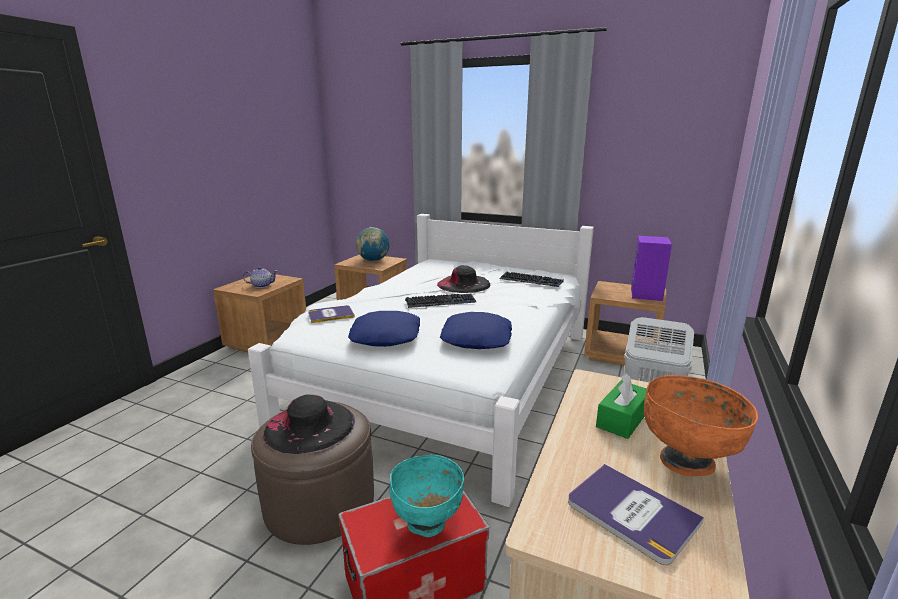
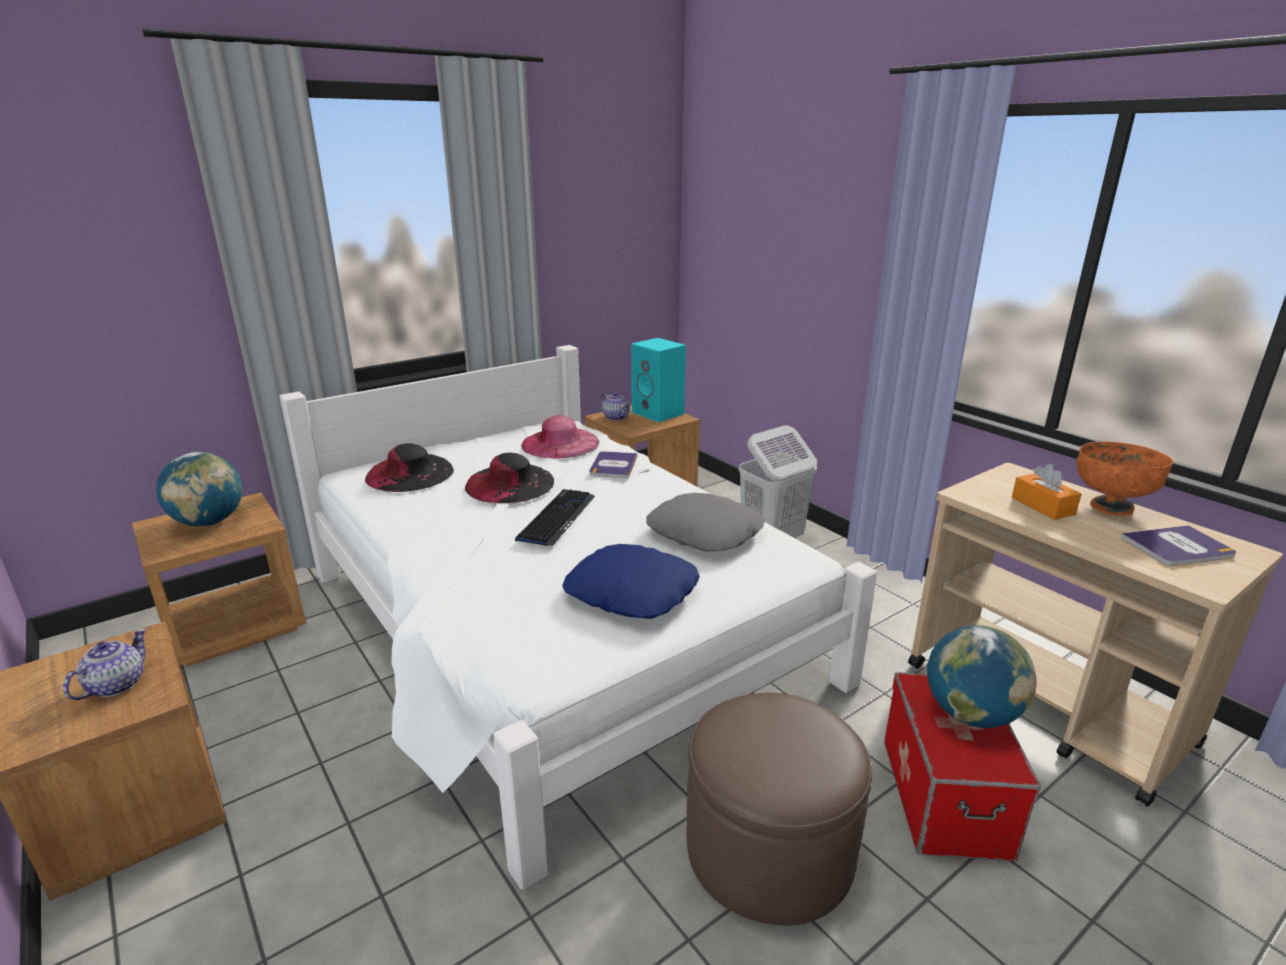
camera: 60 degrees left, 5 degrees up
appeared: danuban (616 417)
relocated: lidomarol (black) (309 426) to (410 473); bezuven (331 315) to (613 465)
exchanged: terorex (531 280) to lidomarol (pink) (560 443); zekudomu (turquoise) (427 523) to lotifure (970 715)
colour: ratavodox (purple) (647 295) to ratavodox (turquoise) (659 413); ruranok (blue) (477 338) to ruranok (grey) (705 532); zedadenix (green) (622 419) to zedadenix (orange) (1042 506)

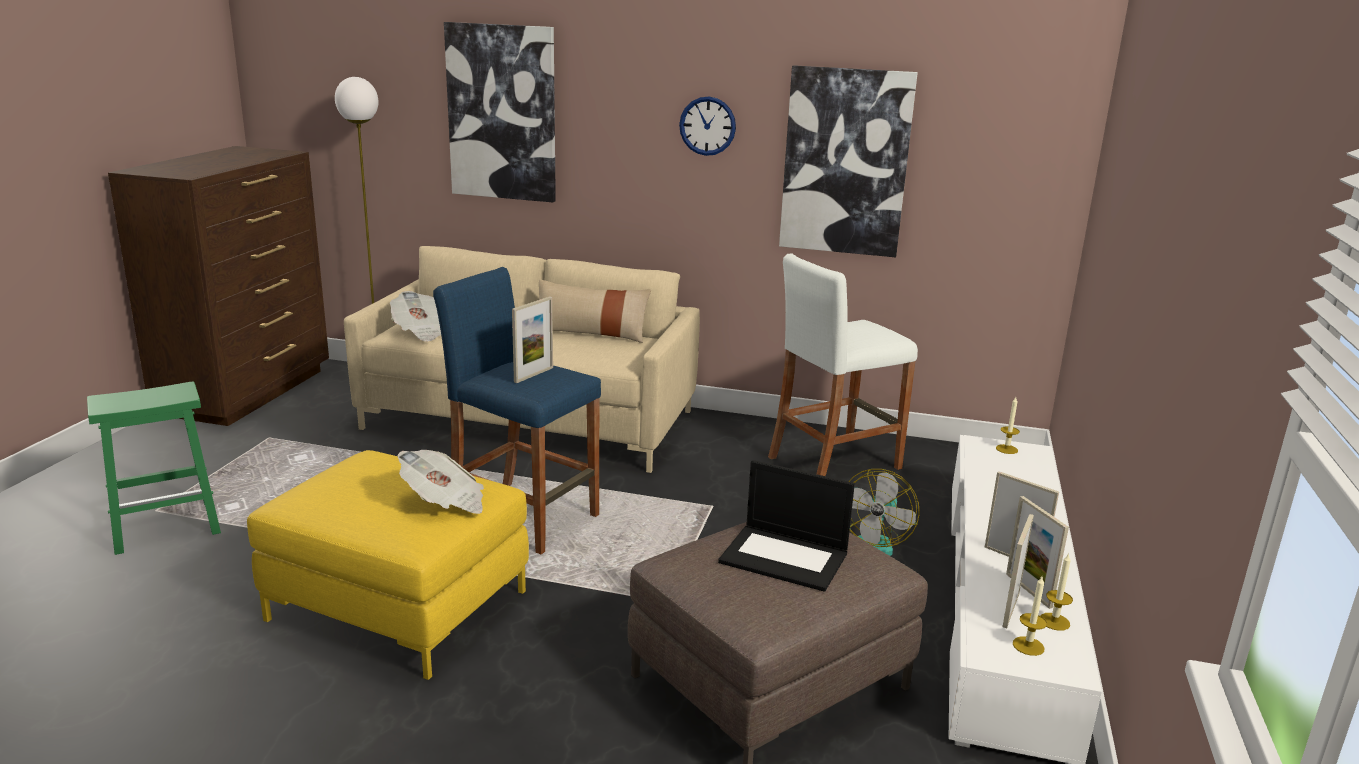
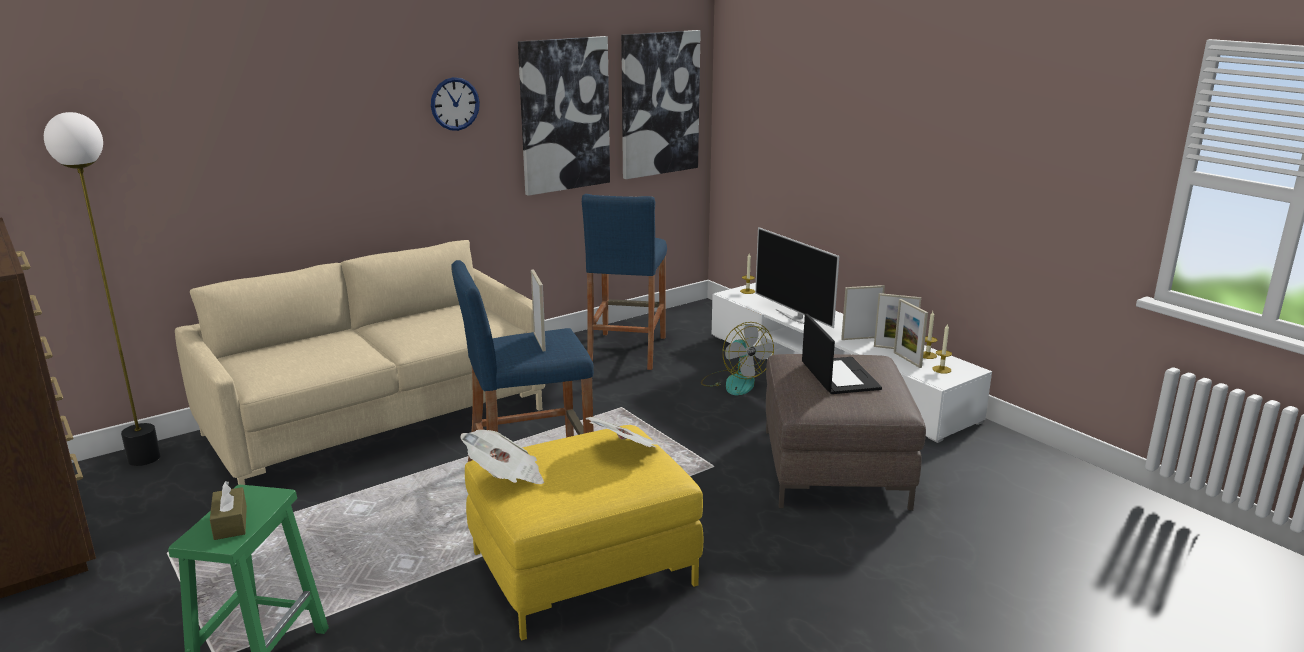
camera: 50 degrees left, 0 degrees up
missing: ruranok (beige) (590 333)
appeared: zedadenix (brown) (230 523); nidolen (796 318)
relocated: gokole (421 332) to (505 476); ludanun (502 113) to (659 104)
colour: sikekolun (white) (834 462) to sikekolun (blue) (626 351)
spun: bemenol (785 557) = (838 376) 75 degrees counterclockwise

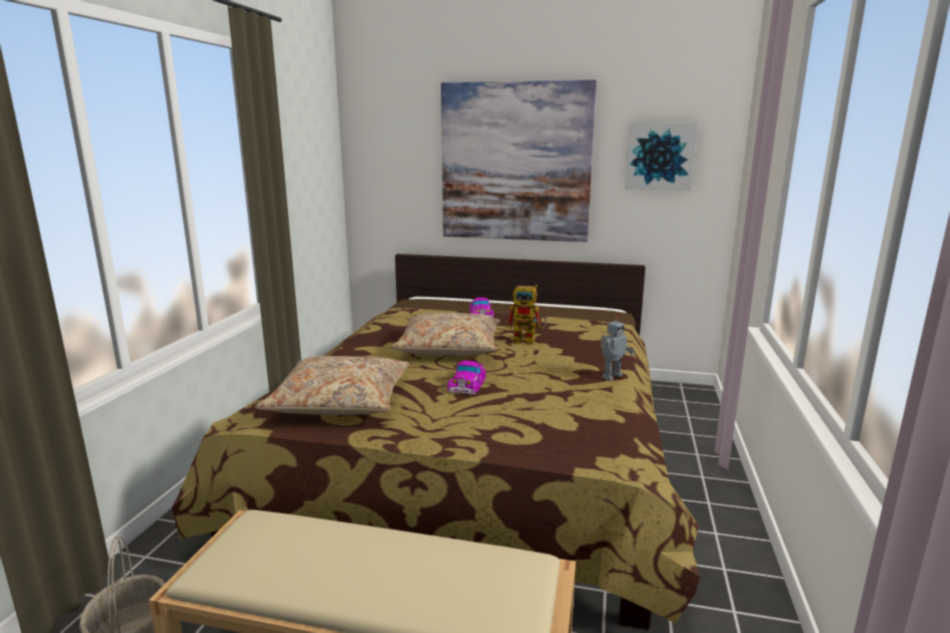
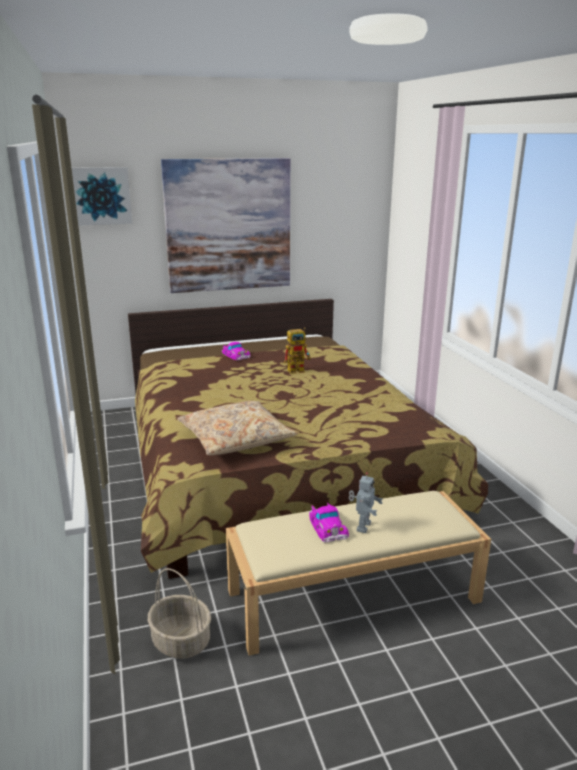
camera: 30 degrees left, 5 degrees up
missing: ruranok (beige) (449 348)
relocated: ludanun (660 156) to (101 196); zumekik (467 383) to (327 526); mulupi (611 376) to (362 526)

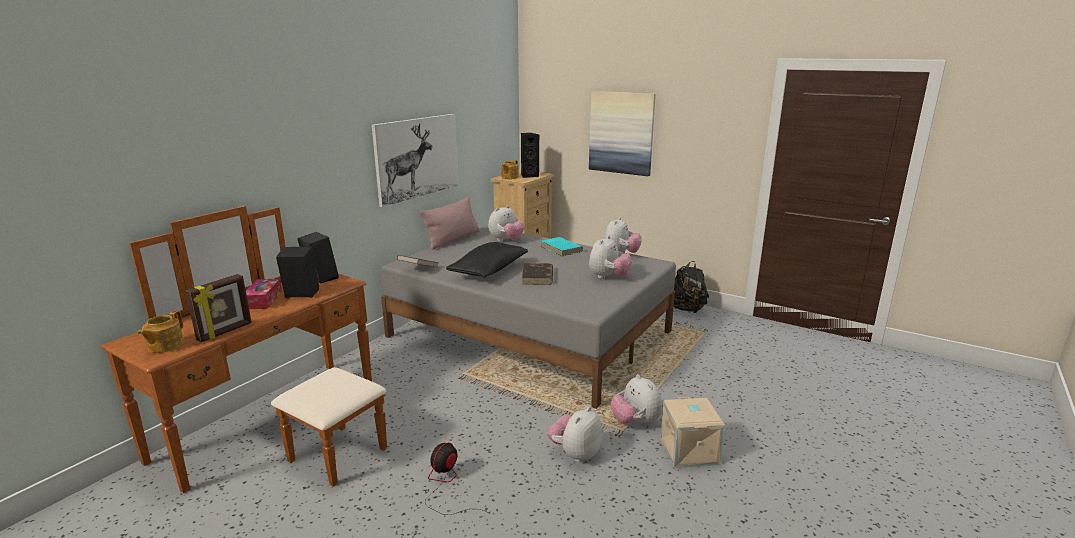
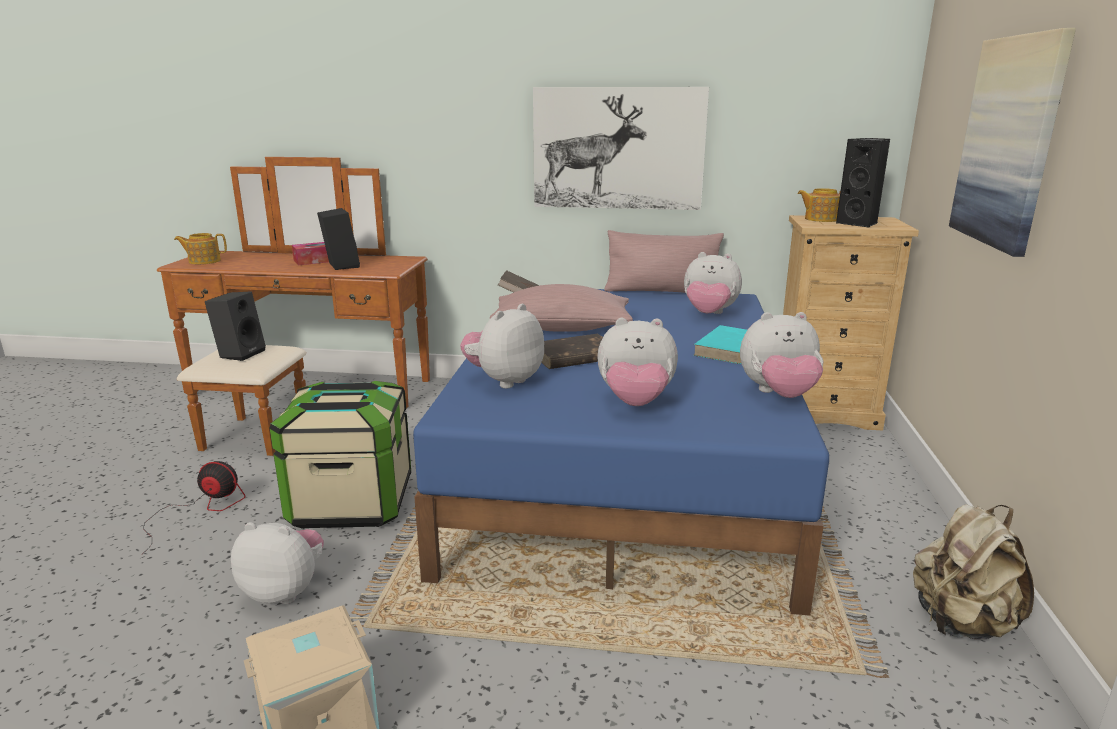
camera: 65 degrees right, 0 degrees up
missing: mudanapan (225 332)
appeared: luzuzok (351 503)
relocated: ratavodox (black) (320 278) to (240 353); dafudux (635 422) to (504 381)
colour: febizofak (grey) (530 333) to febizofak (blue) (624 467); ruranok (black) (489 271) to ruranok (pink) (562 328); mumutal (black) (687 310) to mumutal (beige) (960 623)

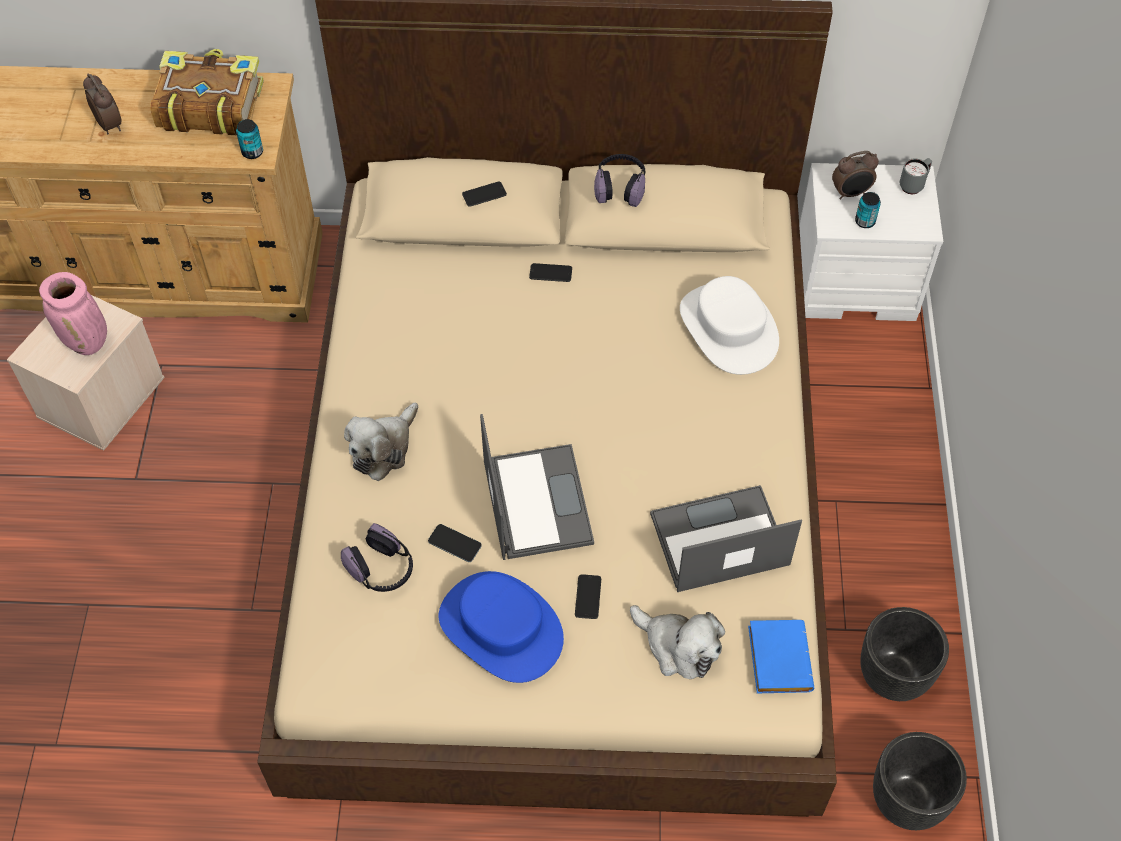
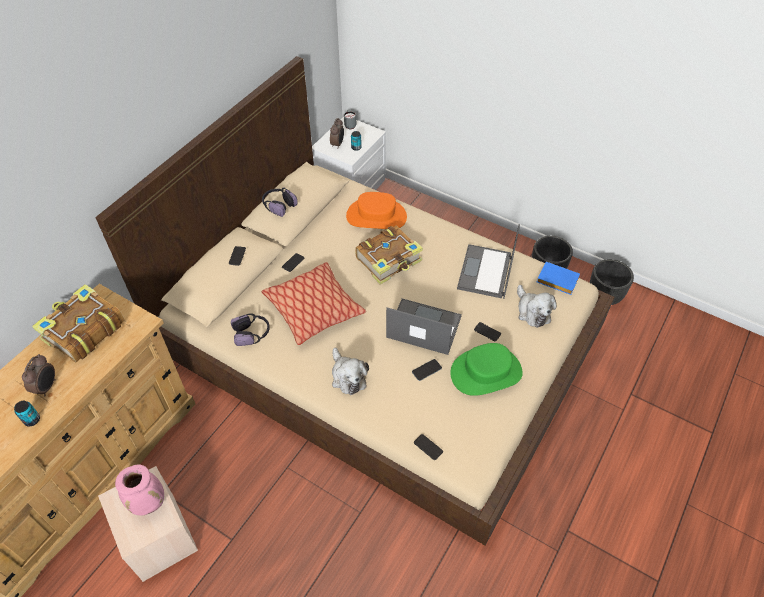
camera: 60 degrees left, 5 degrees down
appeared: ruranok (314 309); bezuven (389 260); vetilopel (428 447)
relocated: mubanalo (252 152) to (32 420); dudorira (381 569) to (252 334)
colour: lidomarol (white) (729 328) to lidomarol (orange) (376 216); lidomarol (blue) (501 628) to lidomarol (green) (486 372)
spun: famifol (110 124) = (47 387) 105 degrees clockwise; dafudux (678 647) = (532 311) 90 degrees clockwise

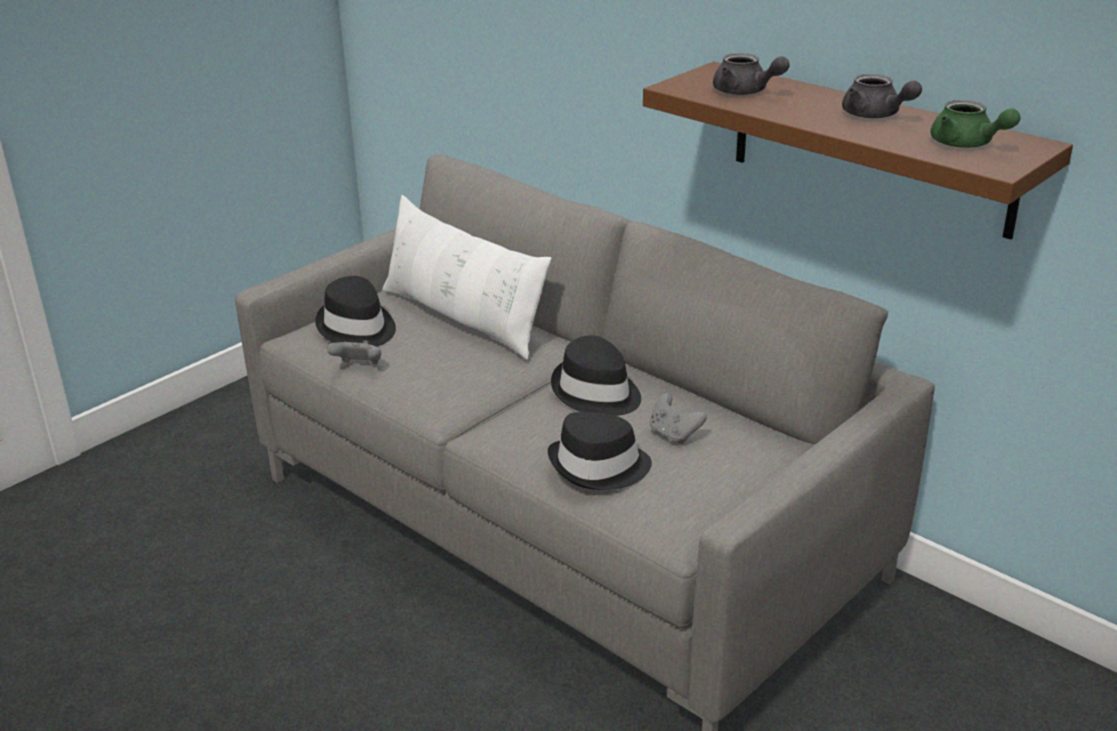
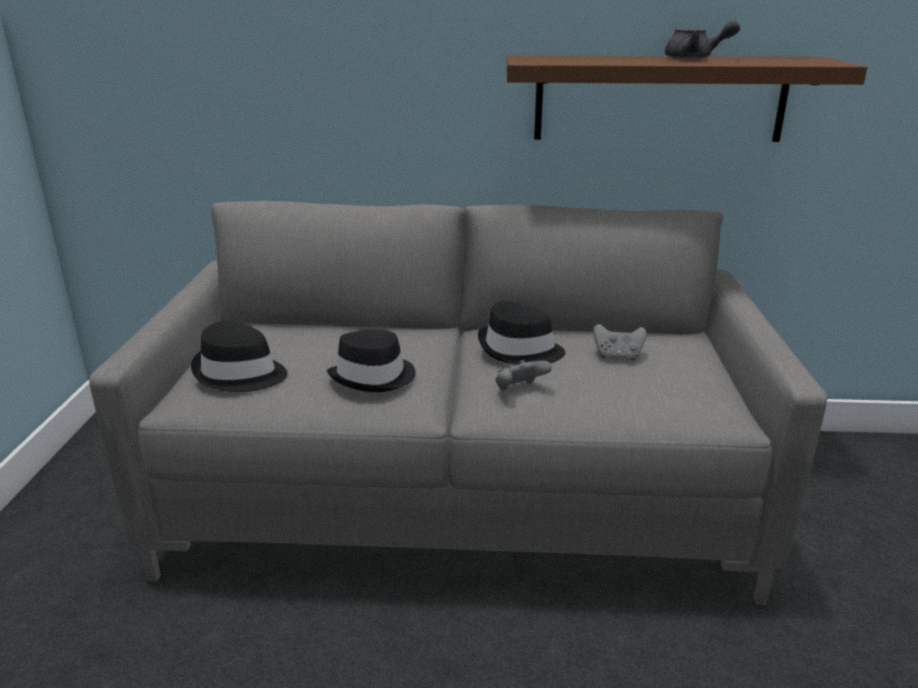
camera: 40 degrees left, 5 degrees down
missing: ruranok (white) (463 318); danuban (grey) (745 92); danuban (green) (967 144)
relocated: lidomarol (black) (599 467) to (374 377); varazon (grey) (358 367) to (519 390)

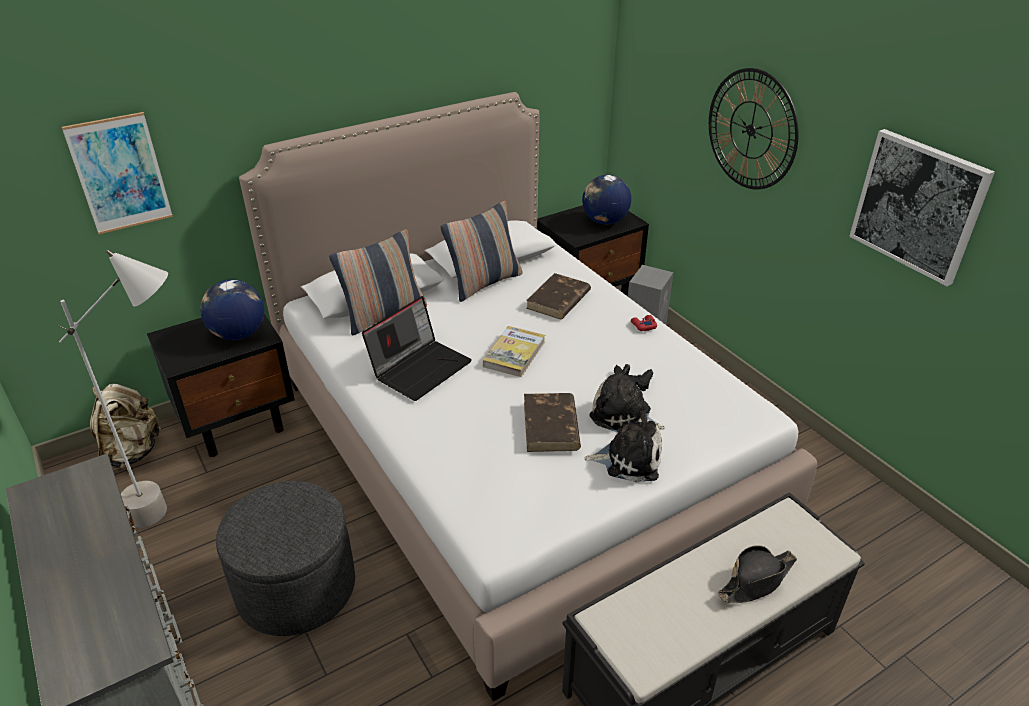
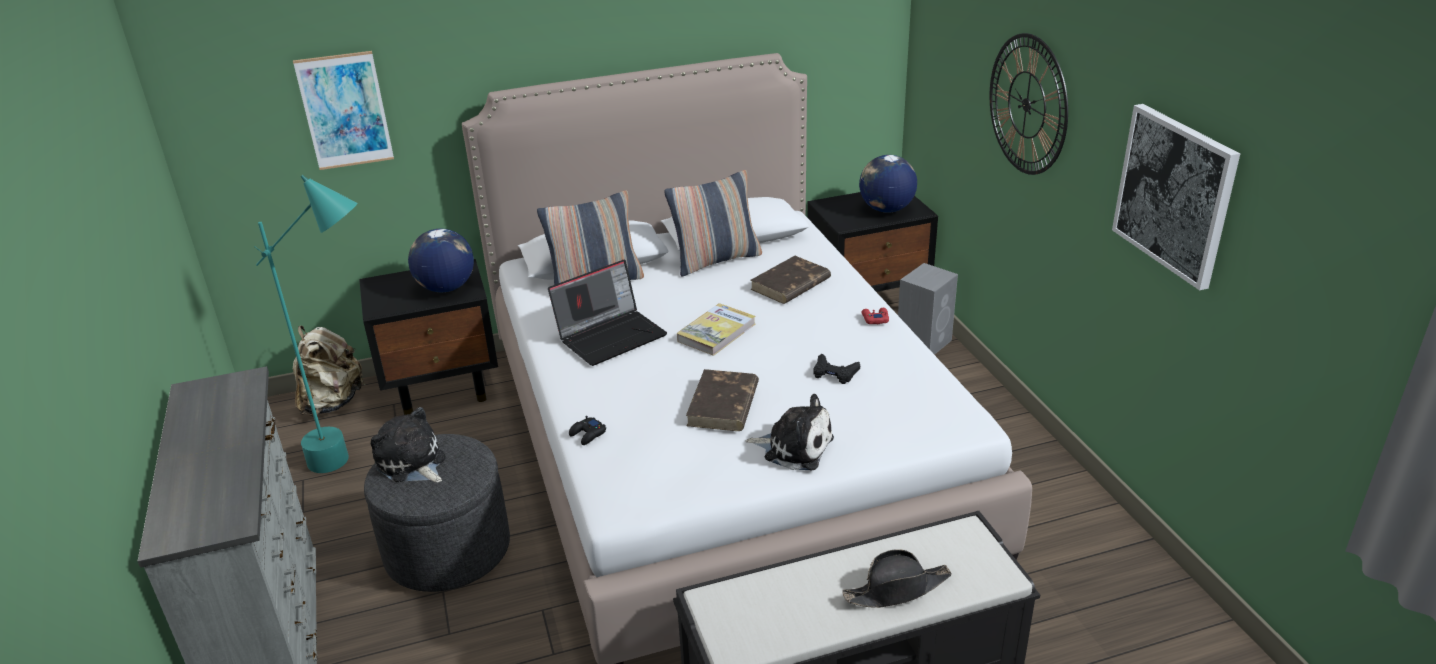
camera: 15 degrees right, 5 degrees down
appeared: varazon (black) (588 434)
relocated: dafudux (623 416) to (412 463)
colour: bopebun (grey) (180 509) to bopebun (turquoise) (360 461)

